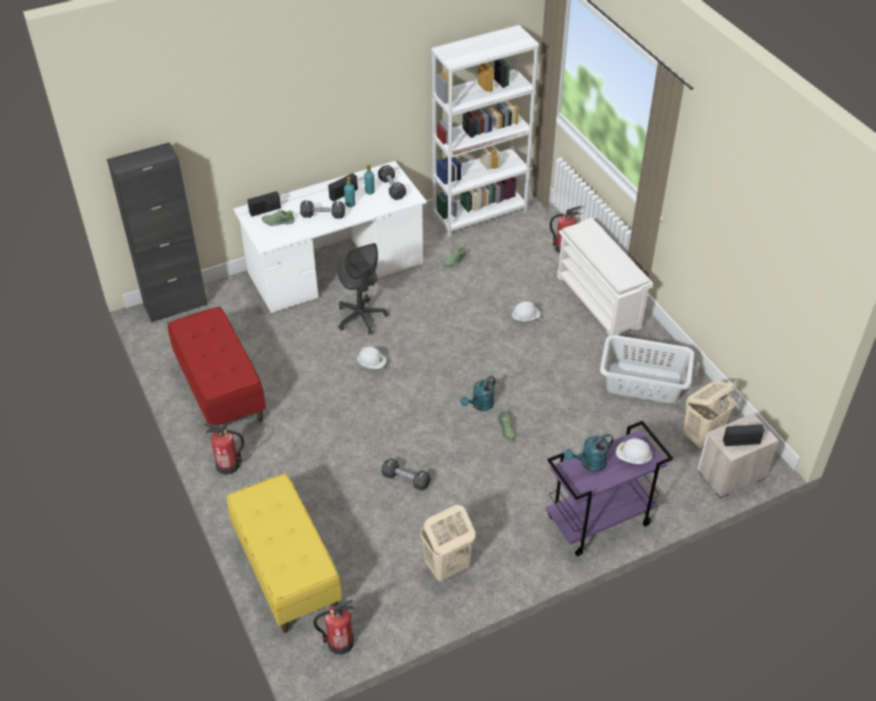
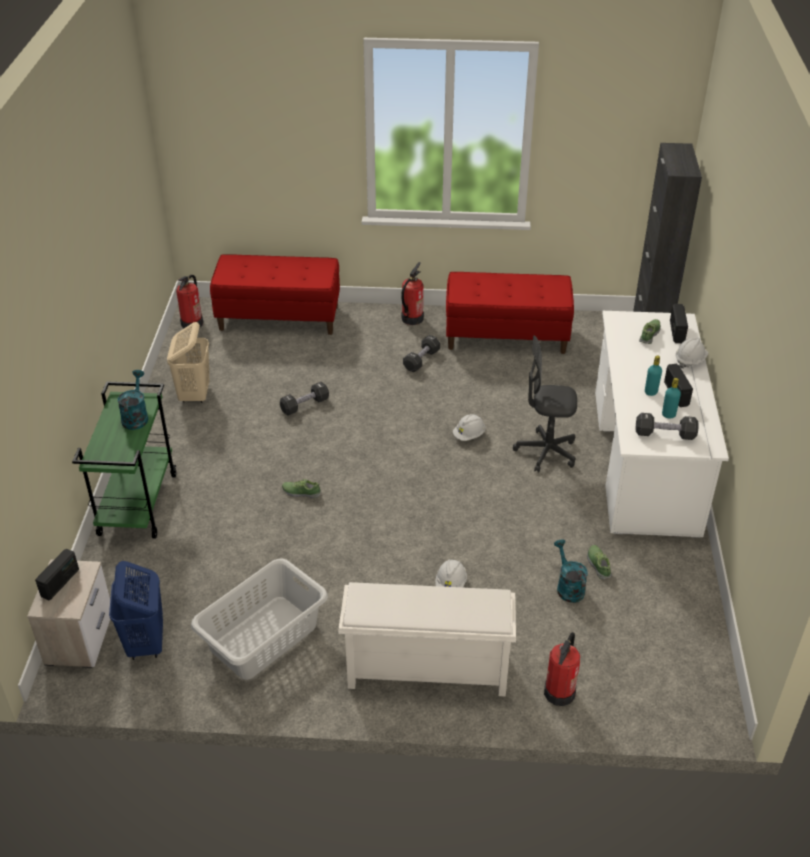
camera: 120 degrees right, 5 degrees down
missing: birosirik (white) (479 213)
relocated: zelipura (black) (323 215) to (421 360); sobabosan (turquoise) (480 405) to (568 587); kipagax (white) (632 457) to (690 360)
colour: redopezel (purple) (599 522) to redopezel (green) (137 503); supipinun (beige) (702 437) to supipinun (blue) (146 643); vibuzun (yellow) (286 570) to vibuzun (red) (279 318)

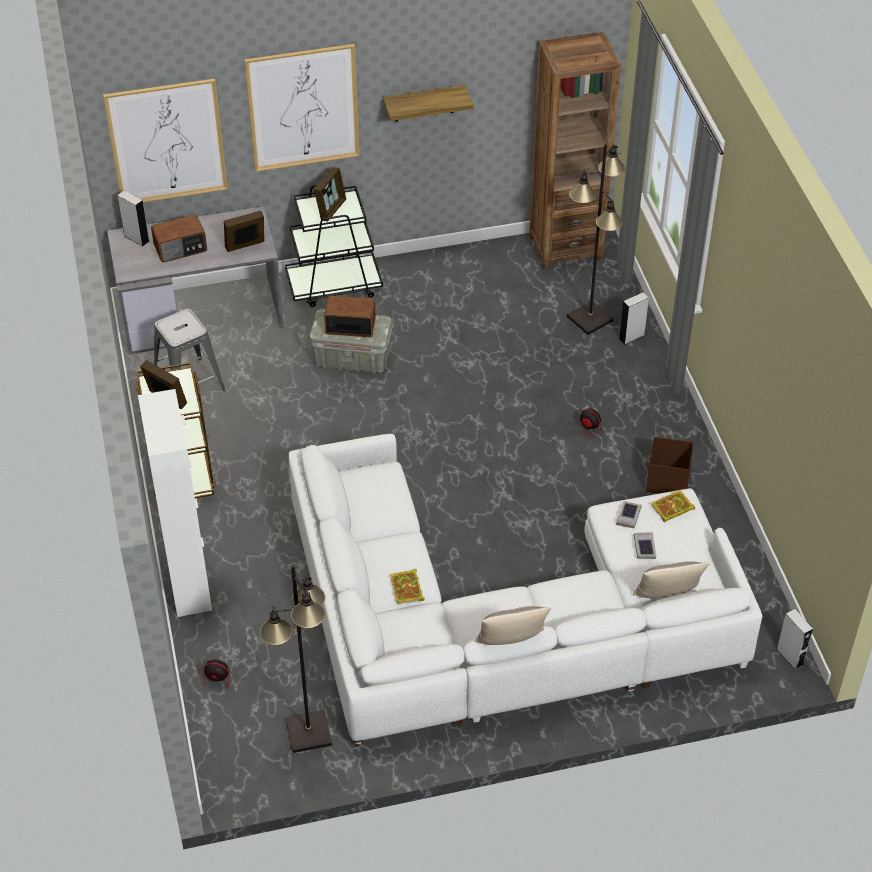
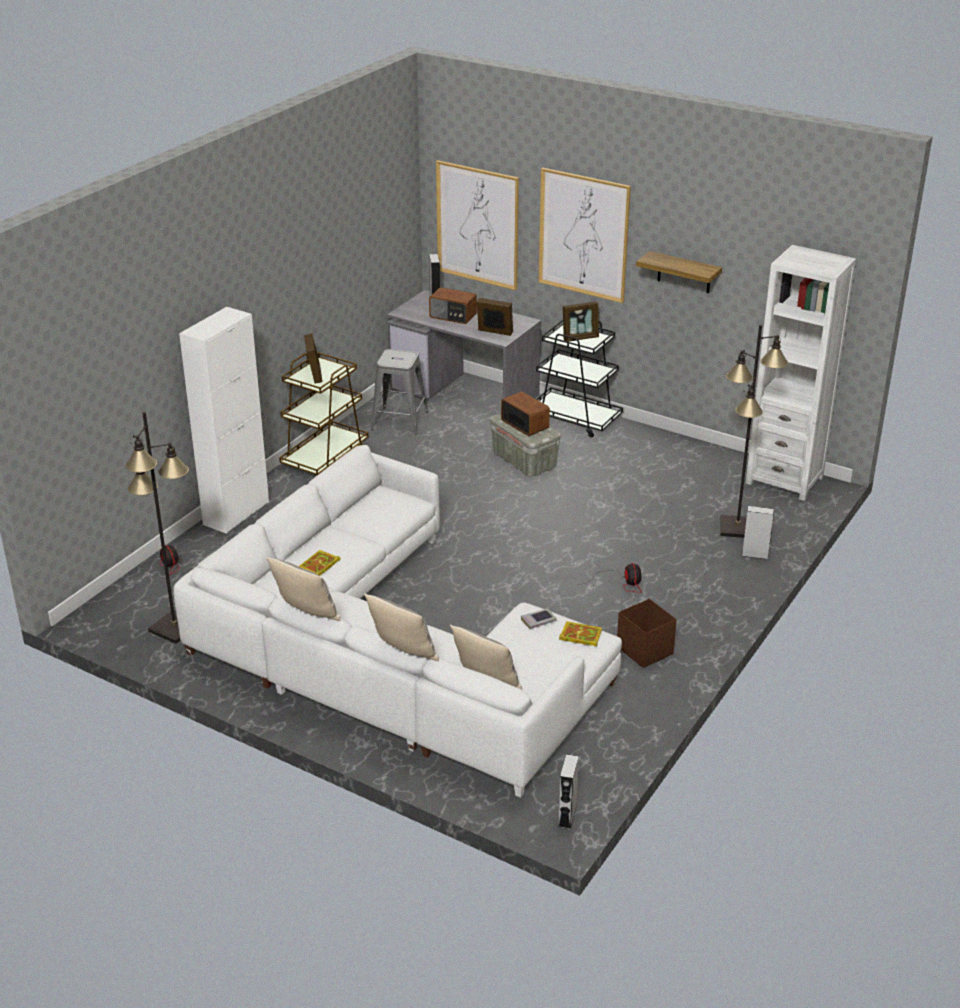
camera: 45 degrees right, 15 degrees down
missing: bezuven (644 547)
appeared: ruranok (404 653)
colour: birosirik (brown) (565 247) to birosirik (white) (784 480)

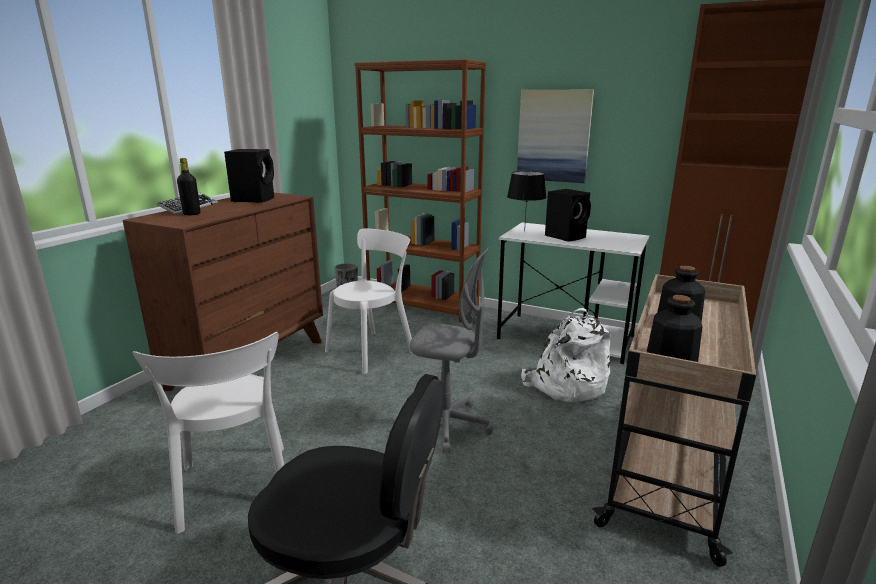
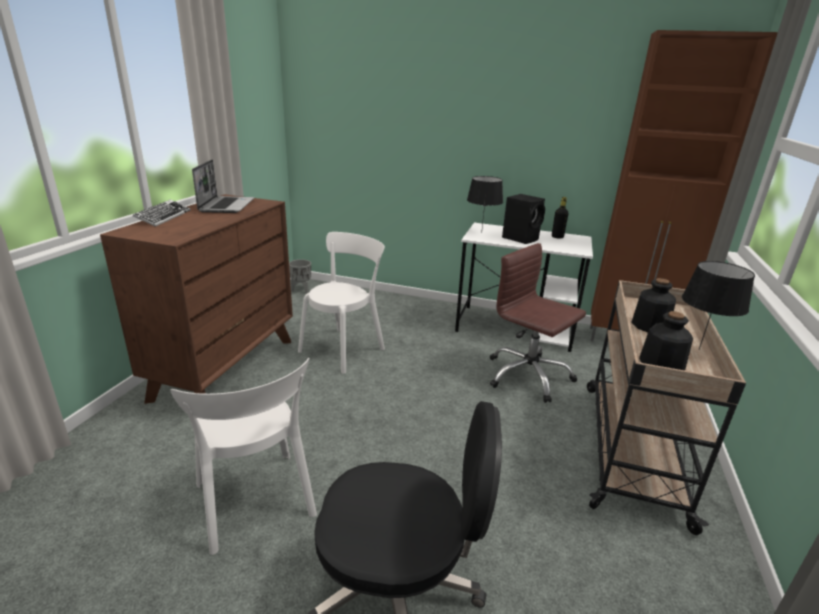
camera: 10 degrees left, 5 degrees up
missing: birosirik (brown) (422 305); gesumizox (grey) (447 425); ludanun (554 136)
appeared: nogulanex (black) (698 349)
relocated: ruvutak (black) (192 214) to (557 237)
exchanged: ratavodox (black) (254 199) to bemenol (226 205); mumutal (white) (565 386) to gesumizox (brown) (528 376)

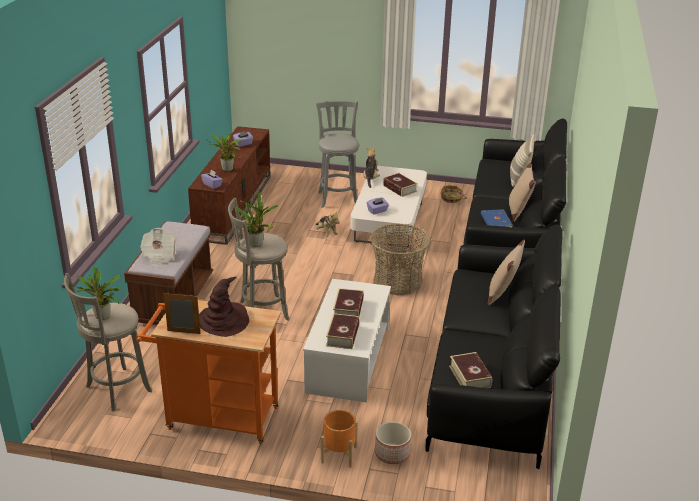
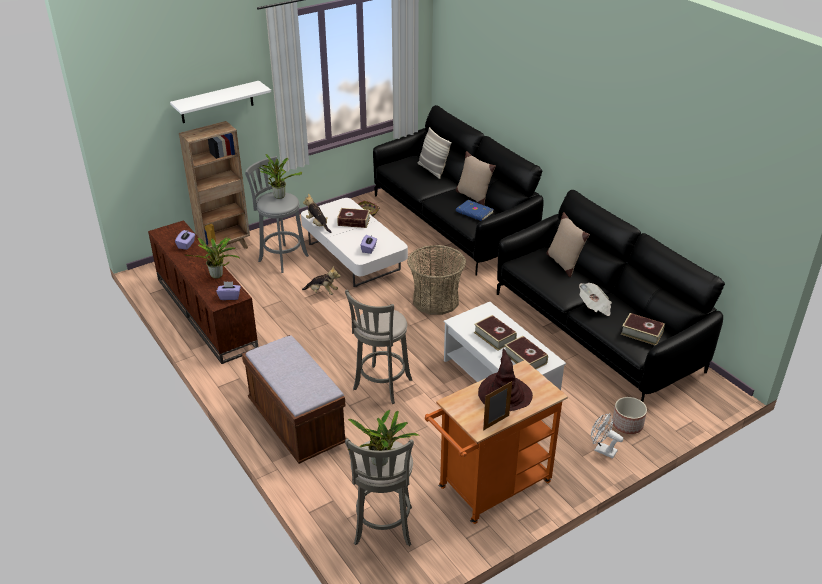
camera: 45 degrees left, 5 degrees up
appeared: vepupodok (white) (217 102); birosirik (brown) (225 248)
relocated: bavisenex (256 243) to (279 196); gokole (159 256) to (594 307)
exchanged: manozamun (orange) (339 454) to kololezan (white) (602 450)

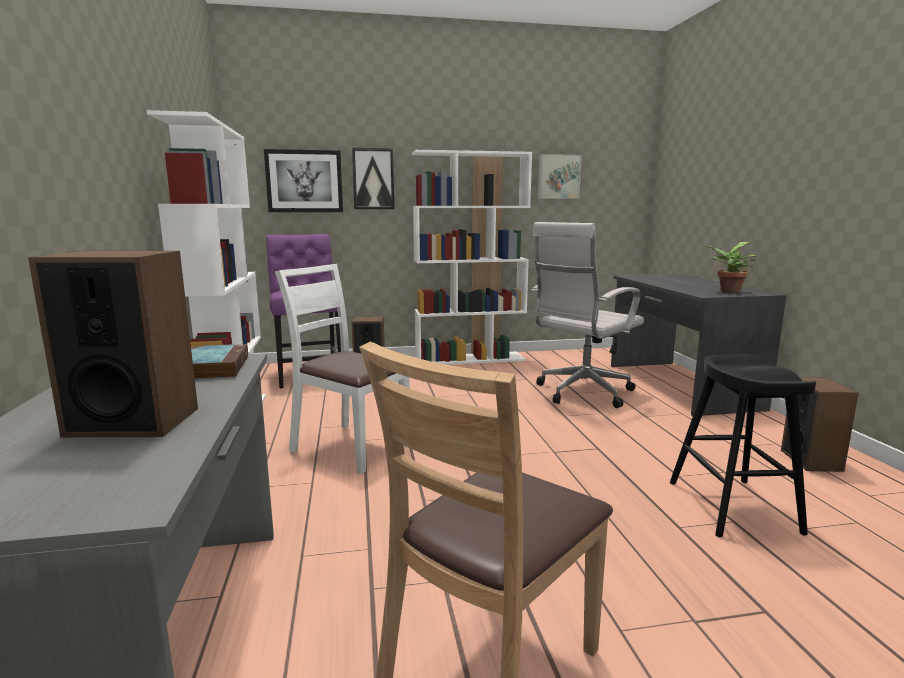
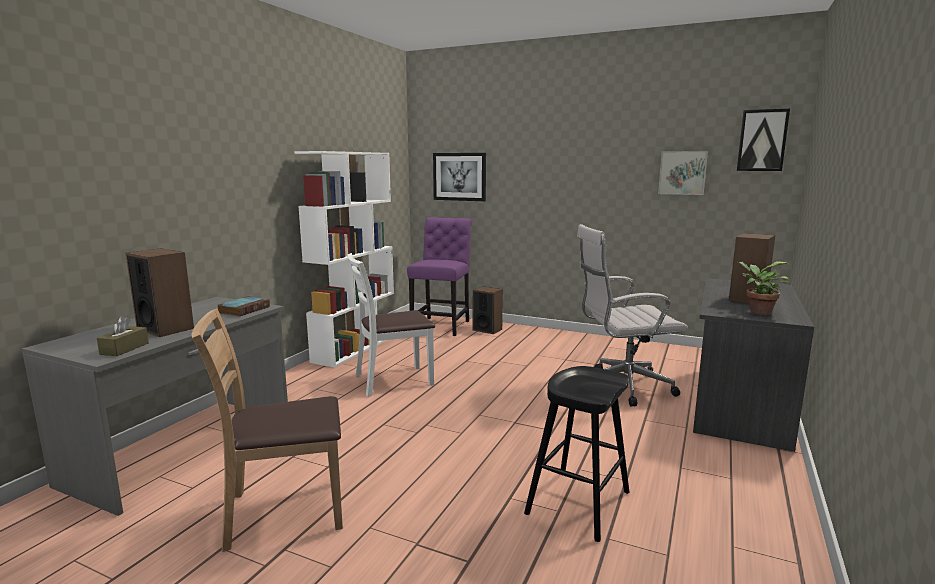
camera: 35 degrees right, 0 degrees up
missing: birosirik (white) (470 359)
appeared: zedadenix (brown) (124 349)
relocated: ratavodox (811 460) to (748 299); ludanun (373 179) to (762 140)
spun: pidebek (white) (350 447) = (392 380) 90 degrees counterclockwise

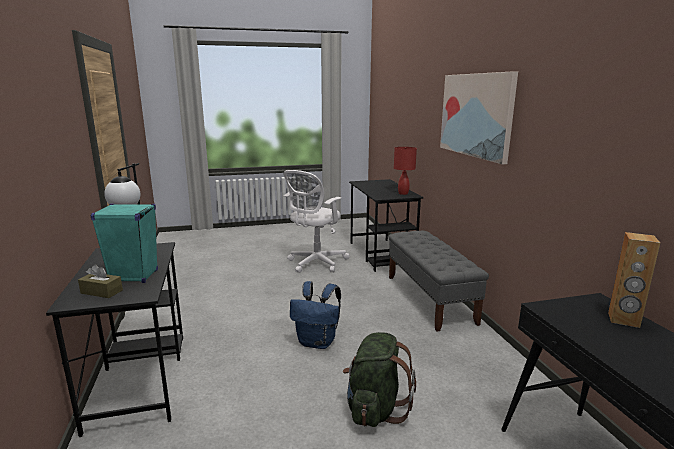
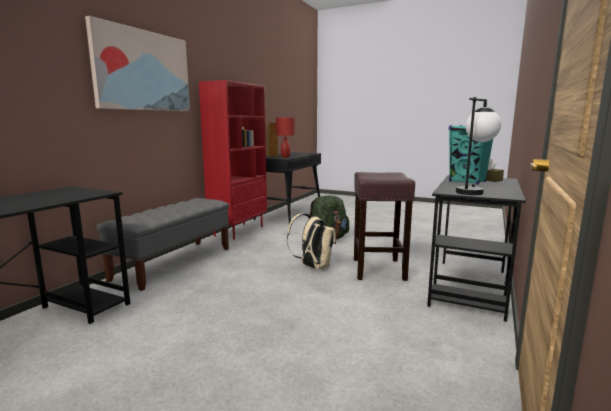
camera: 140 degrees left, 5 degrees down
missing: gesumizox (white) (315 263)
appeared: birosirik (red) (238 231); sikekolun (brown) (378 268)
relocated: nogulanex (red) (403 193) to (285 157)
colour: mumutal (blue) (317 342) to mumutal (beige) (313 267)

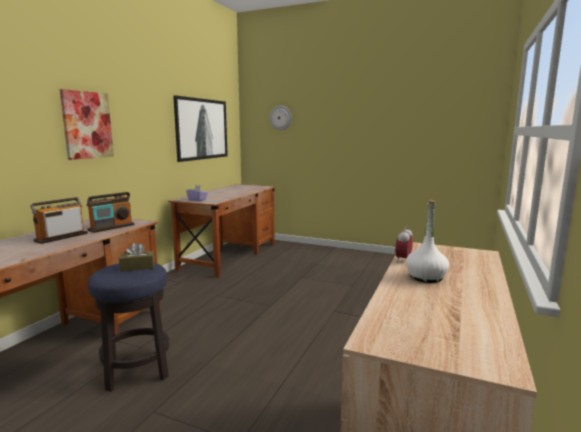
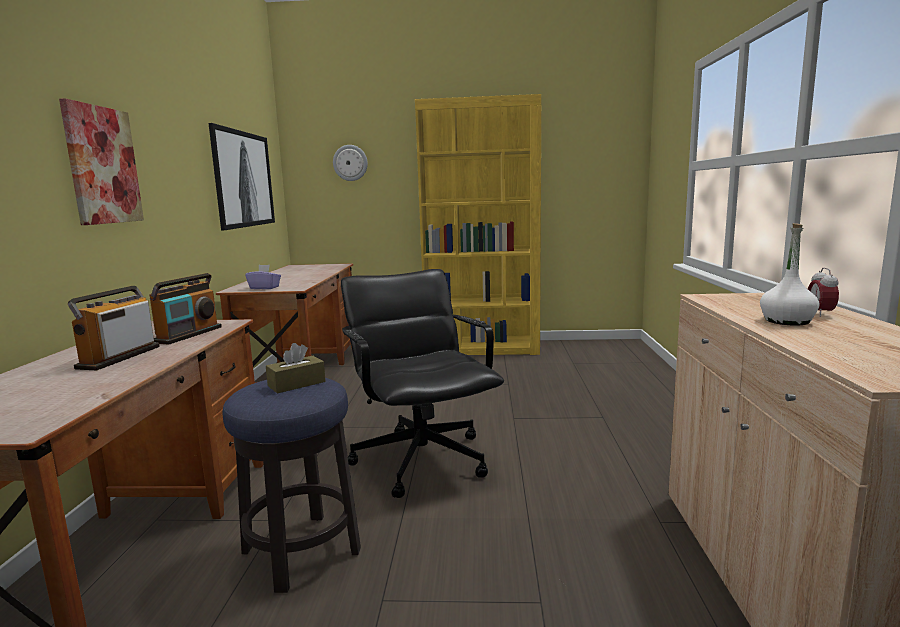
camera: 20 degrees left, 0 degrees up
appeared: gesumizox (black) (422 459); birosirik (yellow) (482 348)
relocated: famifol (403 260) to (820 314)

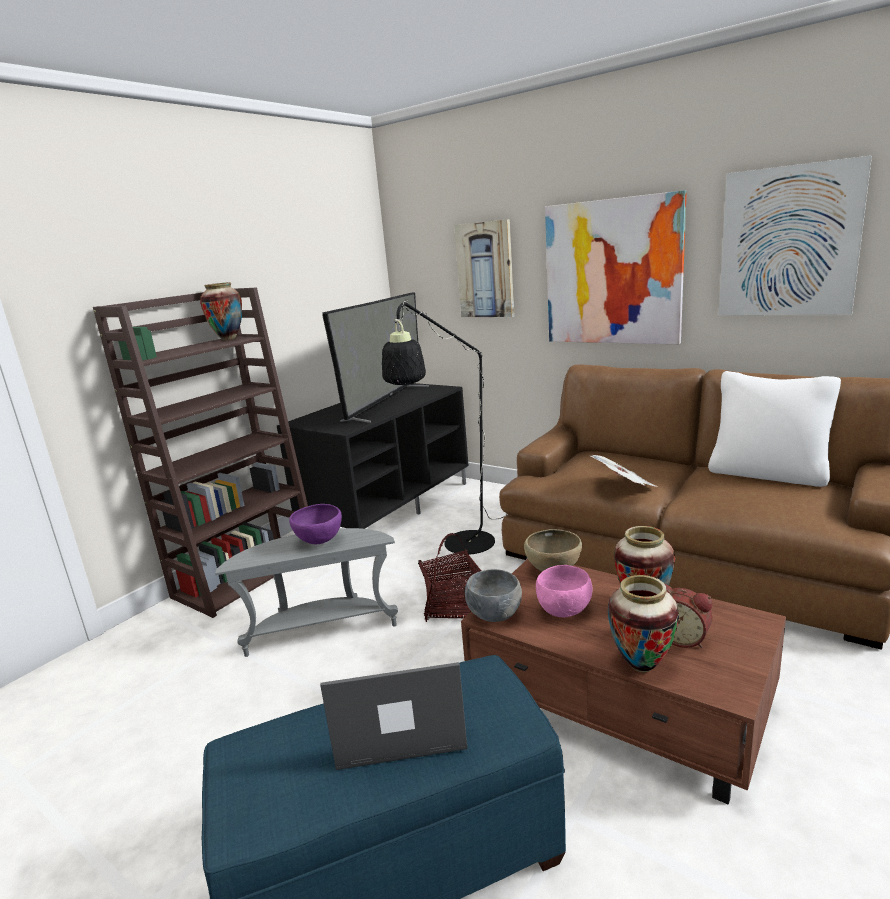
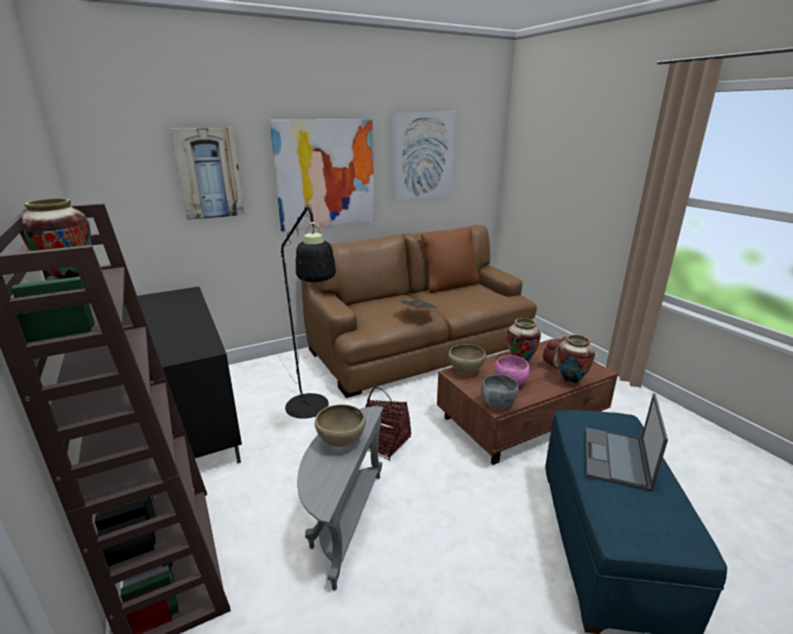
camera: 65 degrees left, 5 degrees up
missing: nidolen (387 402)
colour: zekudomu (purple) (319 542) to zekudomu (brown) (341 442); ruranok (white) (767 474) to ruranok (brown) (449 285)

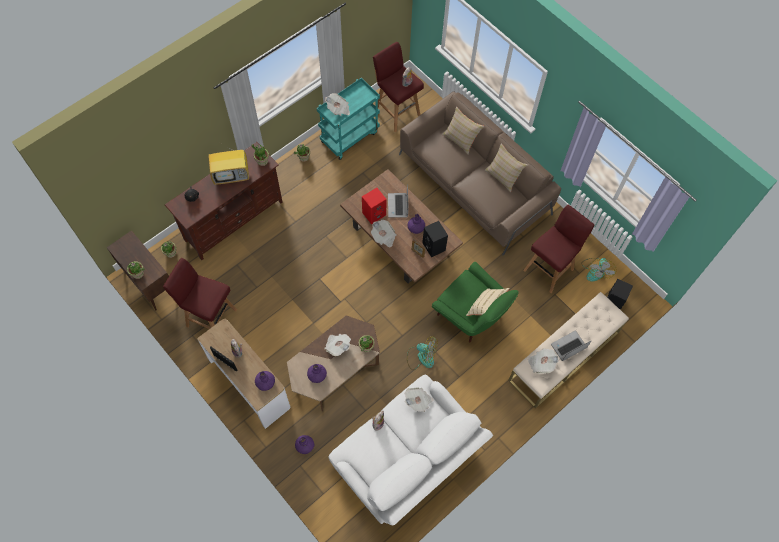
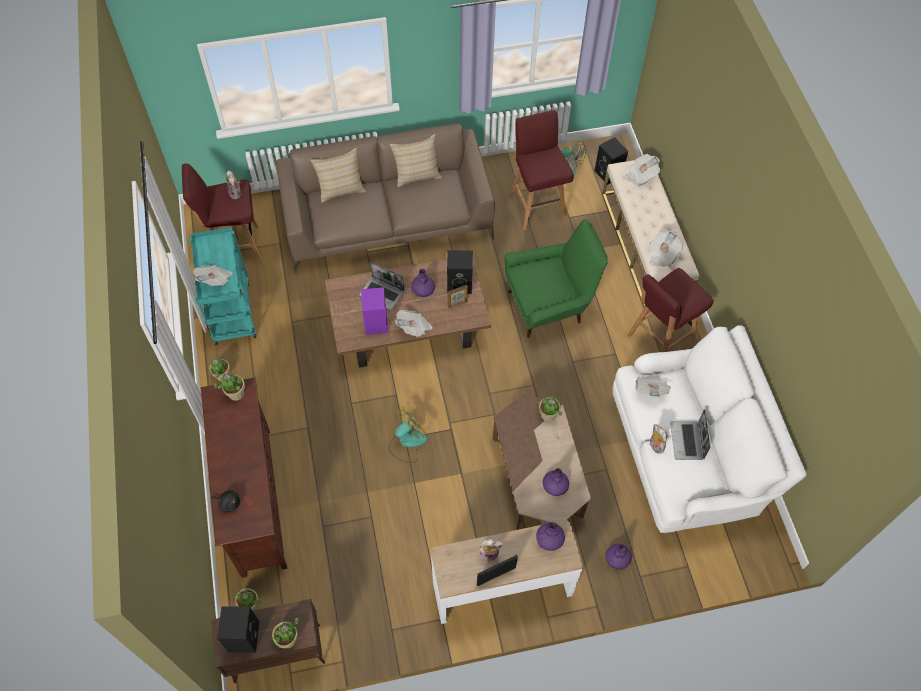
camera: 60 degrees left, 5 degrees down
missing: nidolen (232 175); ruranok (beige) (485 308)
appeared: ratavodox (black) (243 635)
relocated: kololezan (421 356) to (407 442); gokole (337 346) to (640 176); sikekolun (red) (210 317) to (659 340); bemenol (568 347) to (687 441)
colour: ratavodox (red) (374 213) to ratavodox (purple) (375 322)

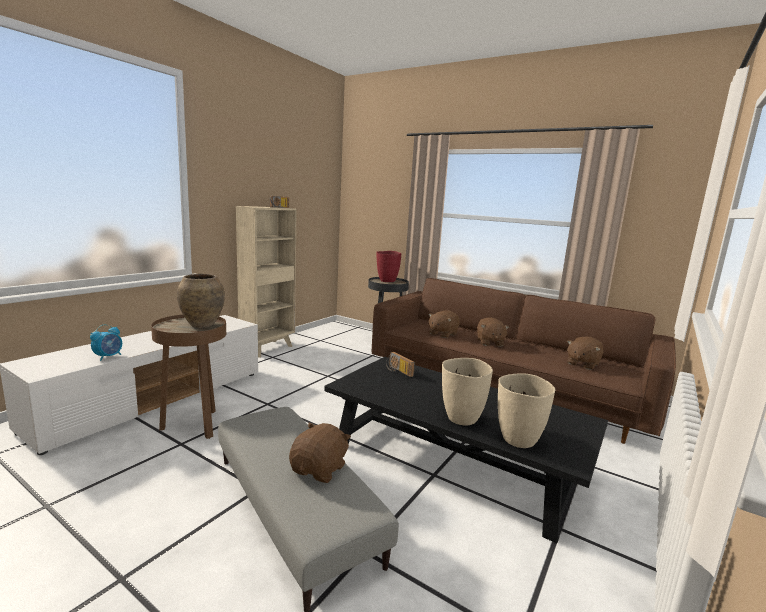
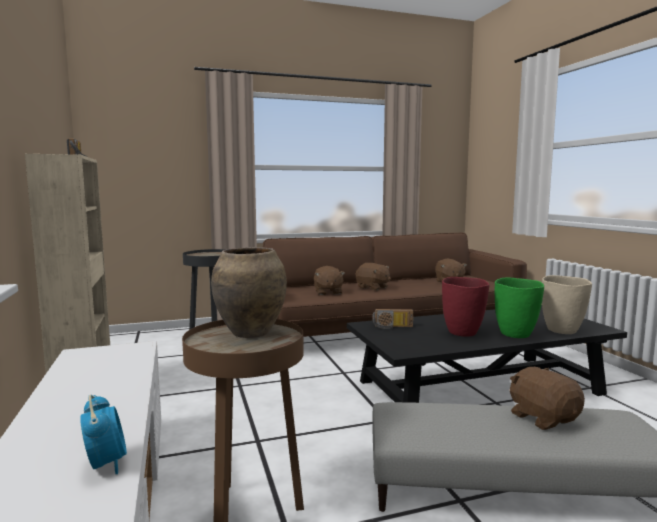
camera: 50 degrees left, 5 degrees down
relocated: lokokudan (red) (387 281) to (463 332)
colour: lokokudan (beige) (461 419) to lokokudan (green) (516 334)

